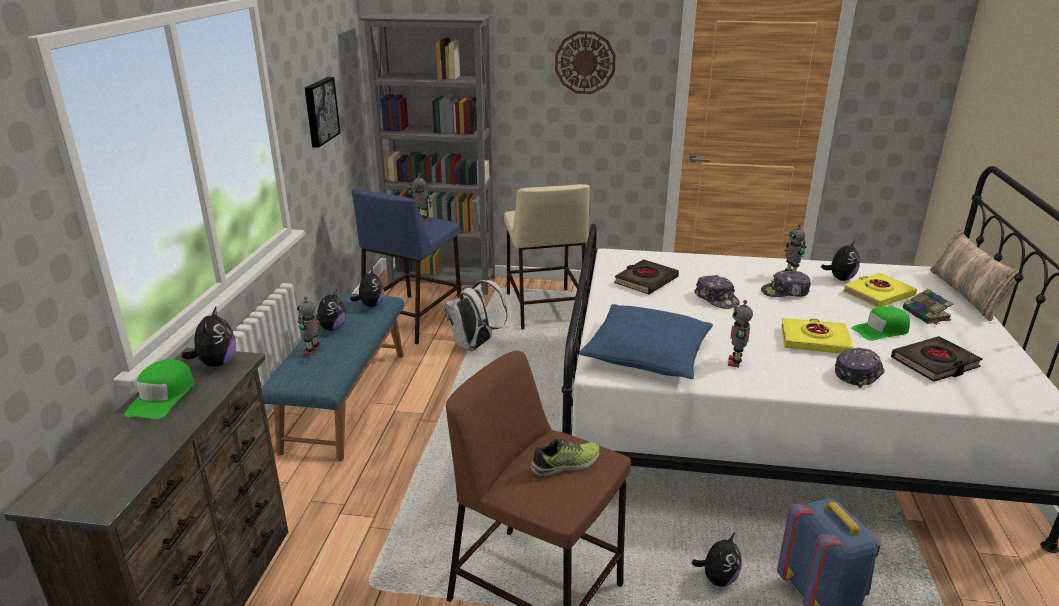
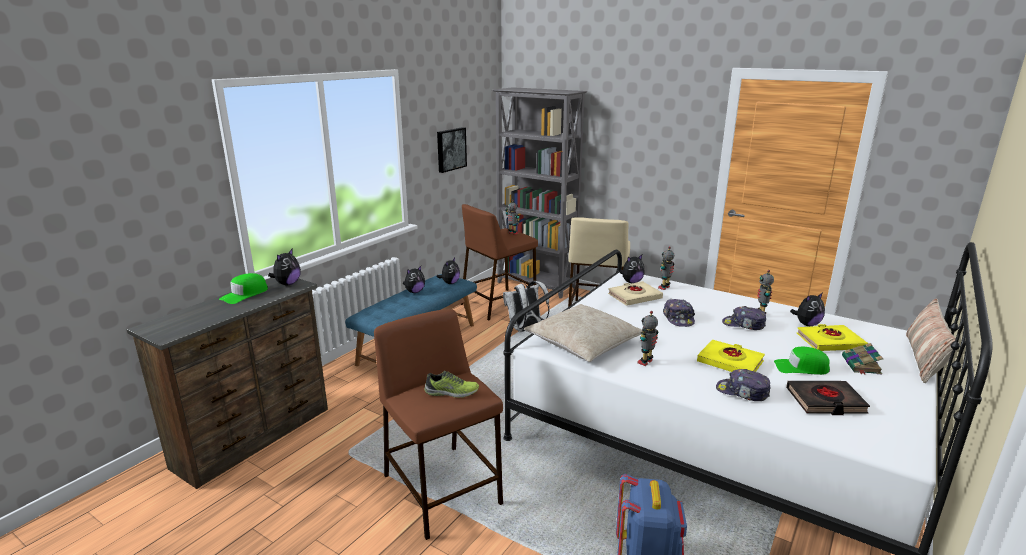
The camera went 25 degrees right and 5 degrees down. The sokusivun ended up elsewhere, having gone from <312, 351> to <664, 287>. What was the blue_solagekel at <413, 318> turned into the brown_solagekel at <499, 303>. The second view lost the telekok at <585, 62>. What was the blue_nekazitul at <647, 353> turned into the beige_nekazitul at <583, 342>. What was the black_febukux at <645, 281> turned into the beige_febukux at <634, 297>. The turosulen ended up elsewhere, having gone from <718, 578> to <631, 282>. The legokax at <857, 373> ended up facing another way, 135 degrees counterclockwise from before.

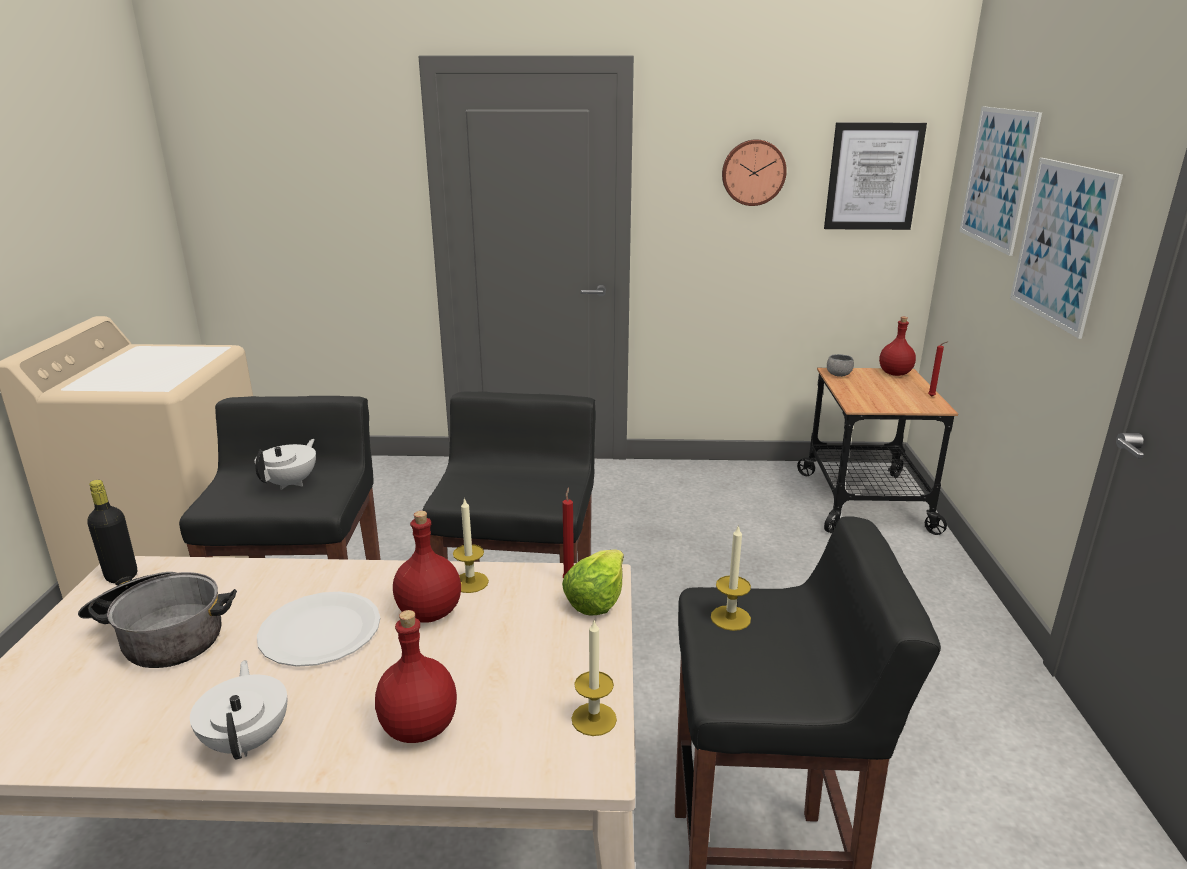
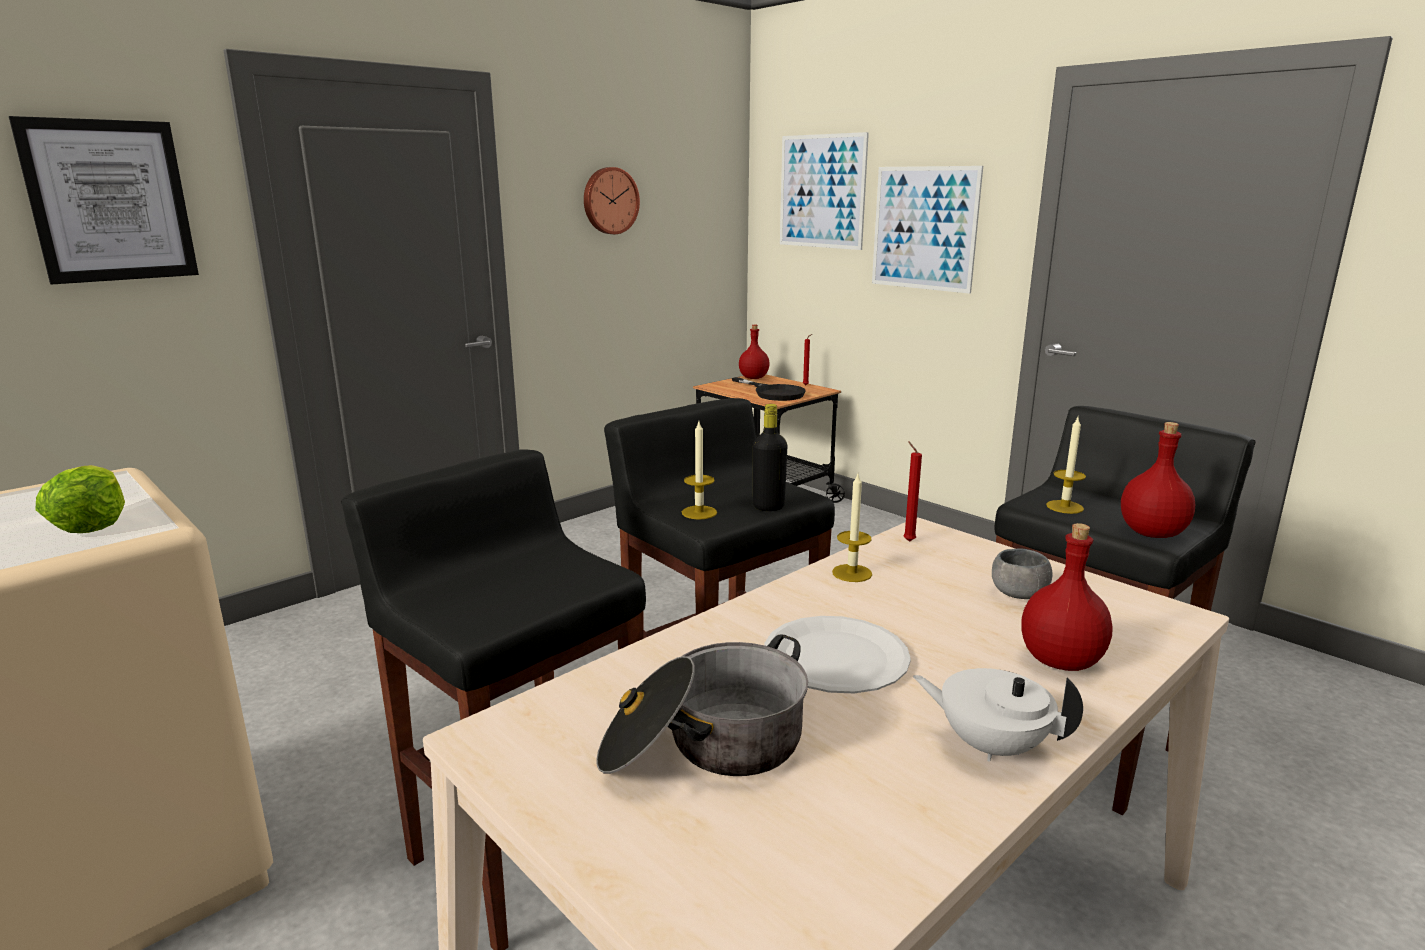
The camera went 45 degrees left and 5 degrees down. The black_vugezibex ended up elsewhere, having gone from <121, 576> to <768, 507>. The second view lost the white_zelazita at <291, 483>. The red_vugezibex ended up elsewhere, having gone from <431, 612> to <1152, 533>. The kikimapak ended up elsewhere, having gone from <596, 599> to <91, 523>. The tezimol ended up elsewhere, having gone from <594, 719> to <699, 512>. The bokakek ended up elsewhere, having gone from <873, 177> to <110, 201>. The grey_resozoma ended up elsewhere, having gone from <838, 375> to <1018, 594>. The second view gained the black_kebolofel at <773, 393>.

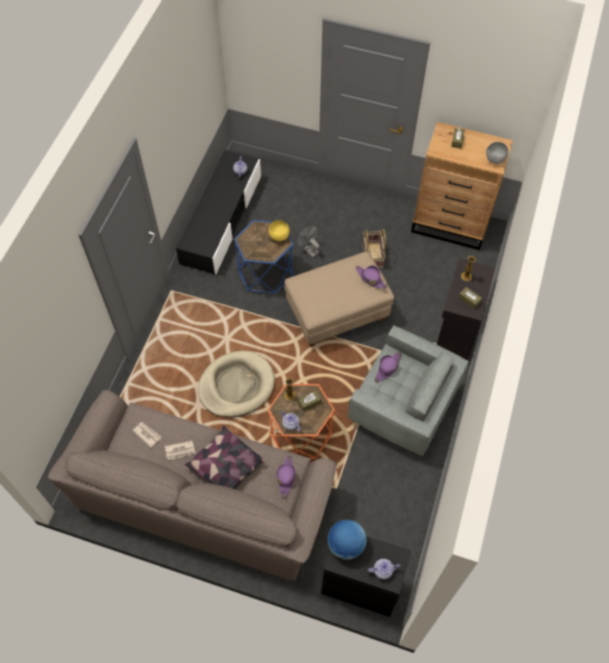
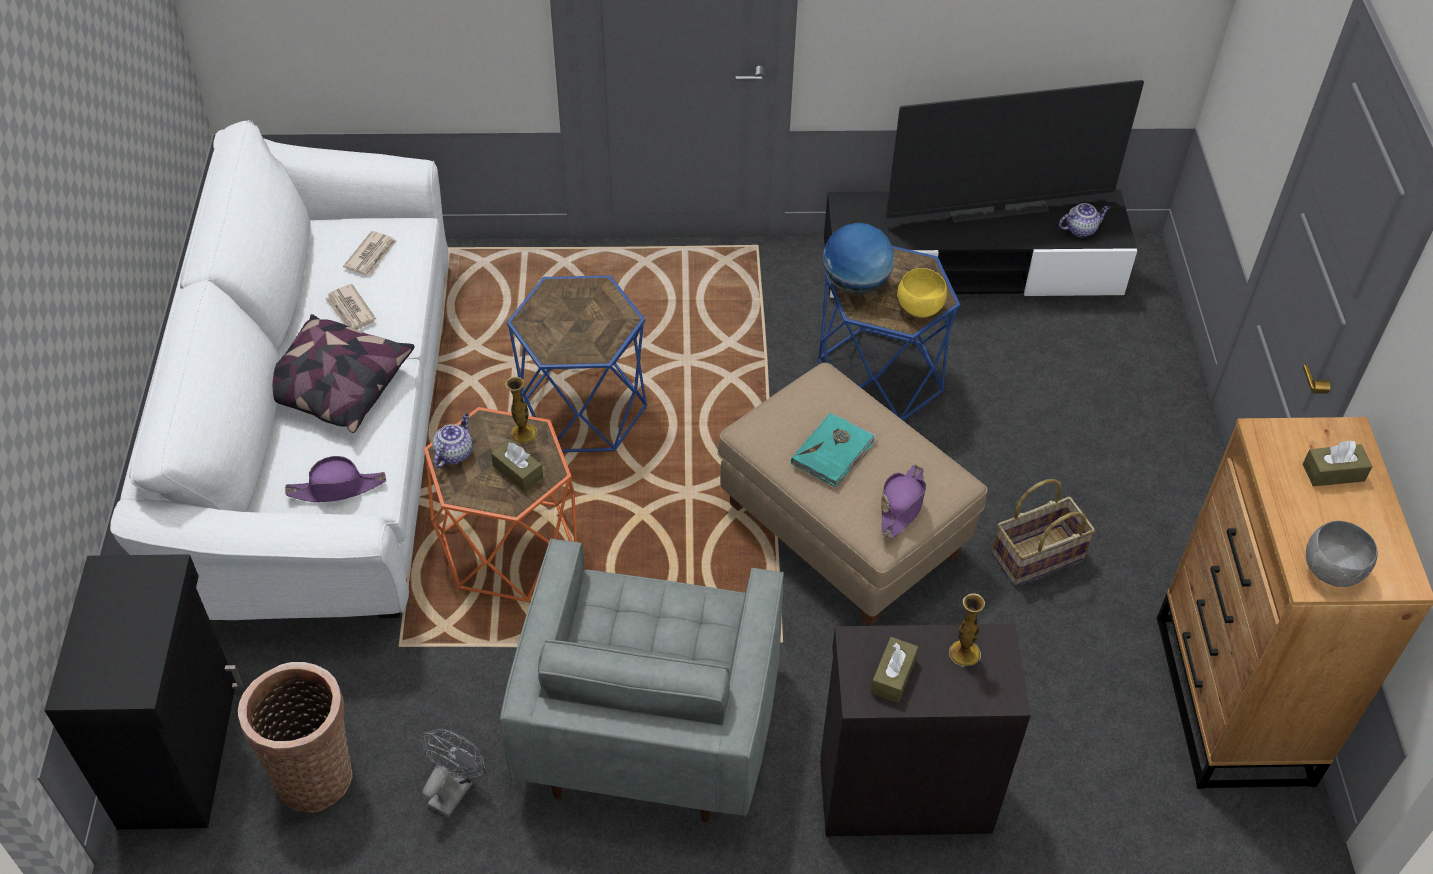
The camera went 70 degrees right and 10 degrees down. What was the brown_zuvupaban at <203, 495> turned into the white_zuvupaban at <323, 429>. Where the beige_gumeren stood at <236, 386>, the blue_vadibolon came to stand at <583, 408>. The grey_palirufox ended up elsewhere, having gone from <309, 249> to <454, 788>. The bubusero ended up elsewhere, having gone from <346, 545> to <855, 284>. The second view lost the zelazita at <383, 570>. The second view lost the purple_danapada at <387, 368>. The second view gained the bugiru at <315, 772>. The second view gained the turquoise_febukux at <834, 452>. The second view gained the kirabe at <998, 211>.

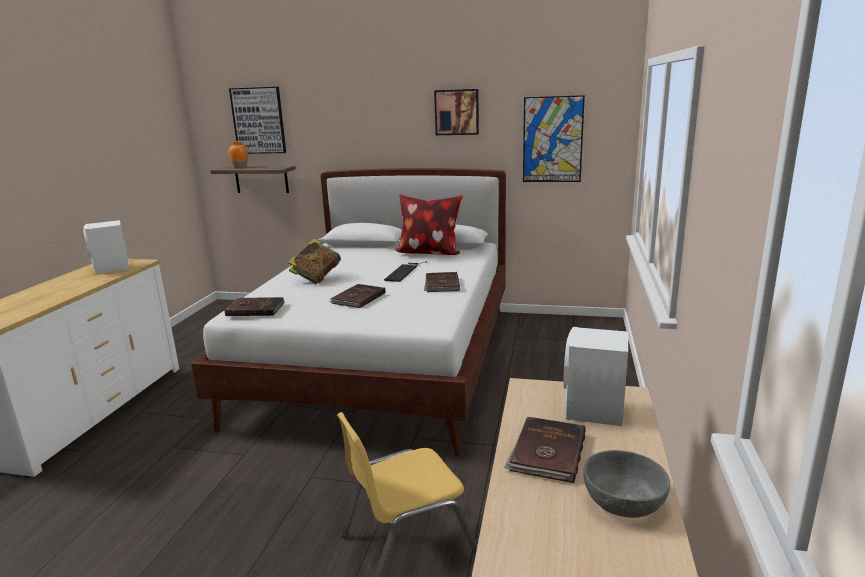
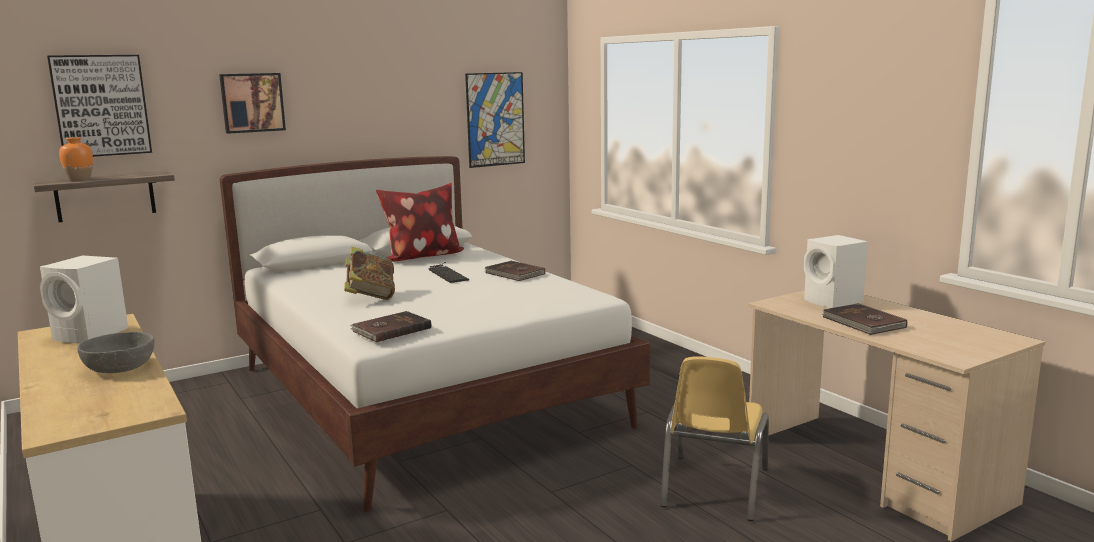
The camera went 45 degrees left and 5 degrees down. The second view lost the brown_febukux at <357, 298>. The bokakek ended up elsewhere, having gone from <457, 112> to <252, 102>. The grey_resozoma ended up elsewhere, having gone from <623, 500> to <120, 367>.

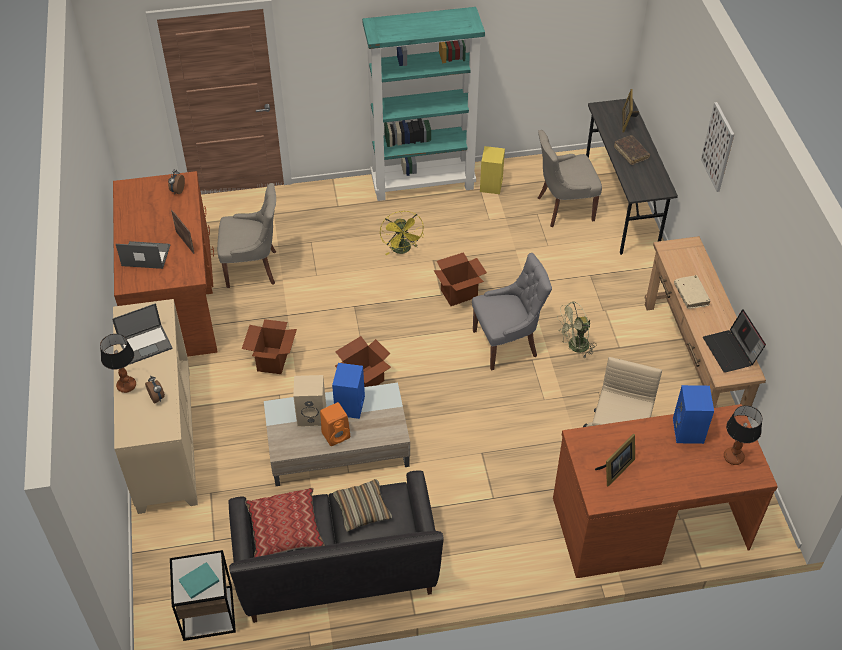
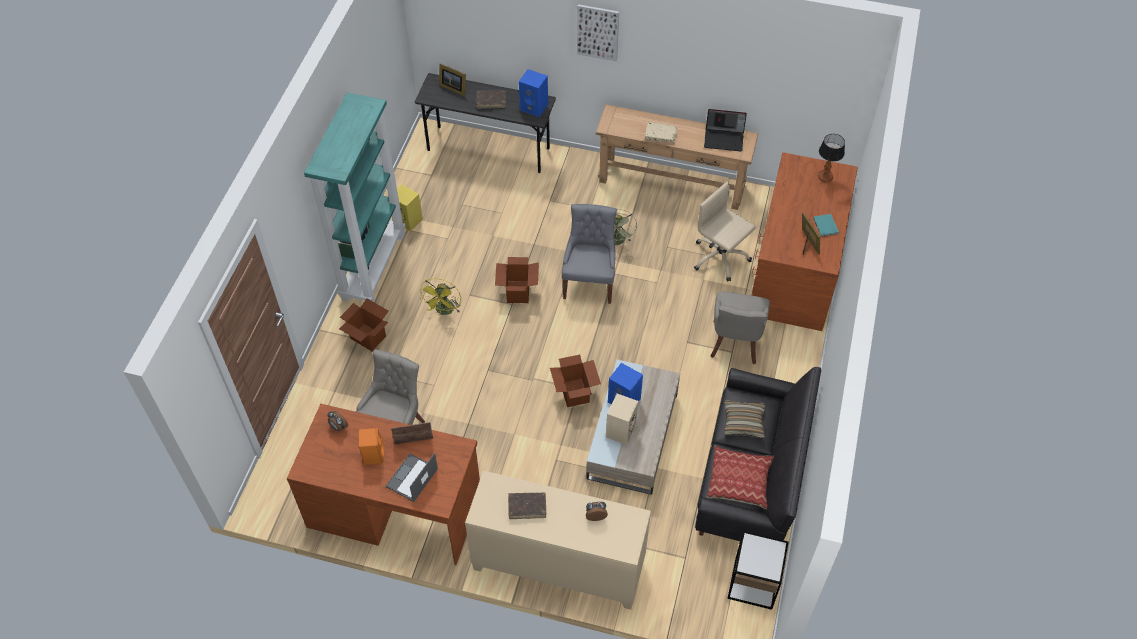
The camera went 65 degrees left and 5 degrees up. The second view lost the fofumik at <126, 386>. Where the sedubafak stood at <146, 344>, the brown_febukux came to stand at <527, 507>. The turquoise_febukux ended up elsewhere, having gone from <198, 581> to <825, 226>. The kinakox ended up elsewhere, having gone from <272, 360> to <368, 337>. The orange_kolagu ended up elsewhere, having gone from <336, 434> to <373, 454>. The yellow_palirufox at <402, 250> ended up facing another way, 90 degrees clockwise from before. The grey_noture ended up elsewhere, having gone from <563, 208> to <735, 343>. The blue_kolagu ended up elsewhere, having gone from <689, 431> to <535, 107>.

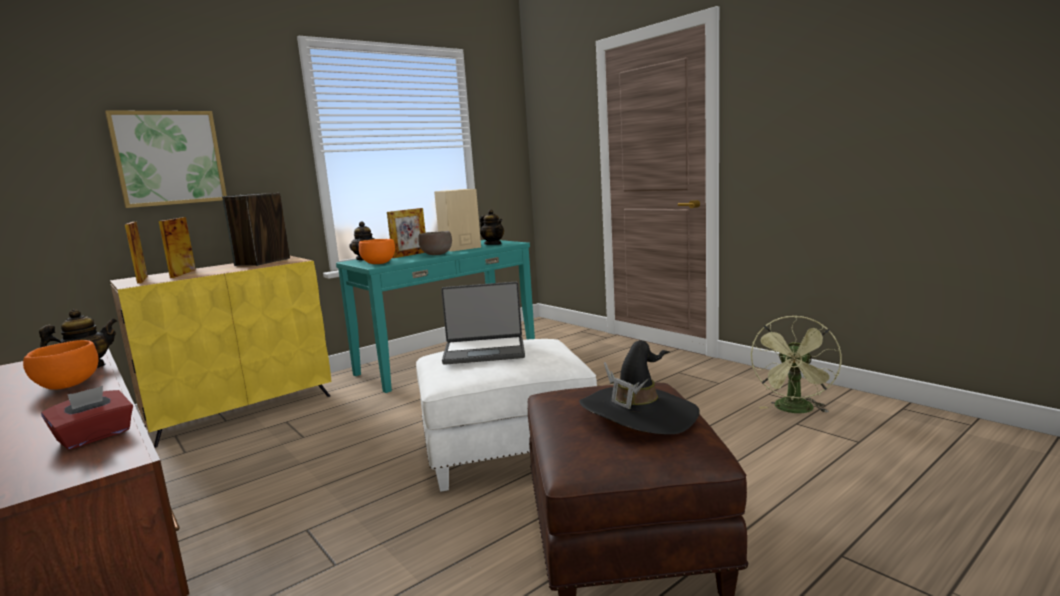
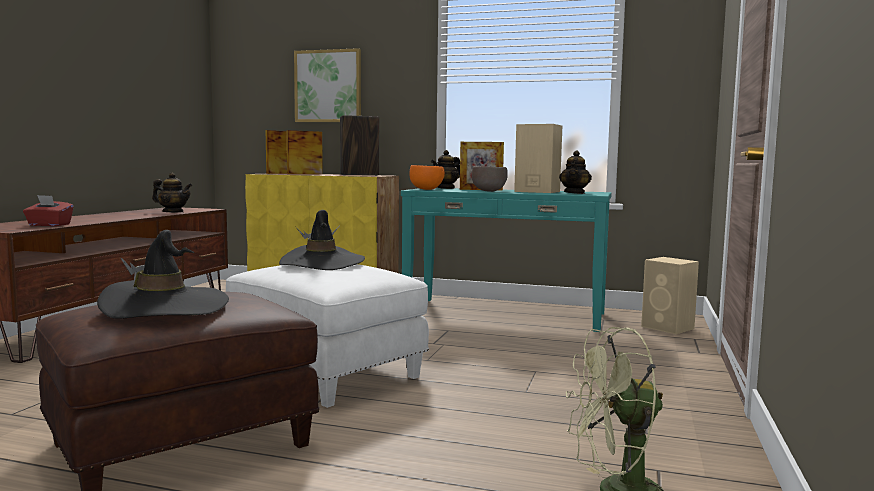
The camera went 55 degrees right and 5 degrees down. The second view lost the orange_resozoma at <68, 385>. Where the sedubafak stood at <484, 351>, the black_danapada came to stand at <322, 263>. The second view gained the beige_kolagu at <668, 328>.

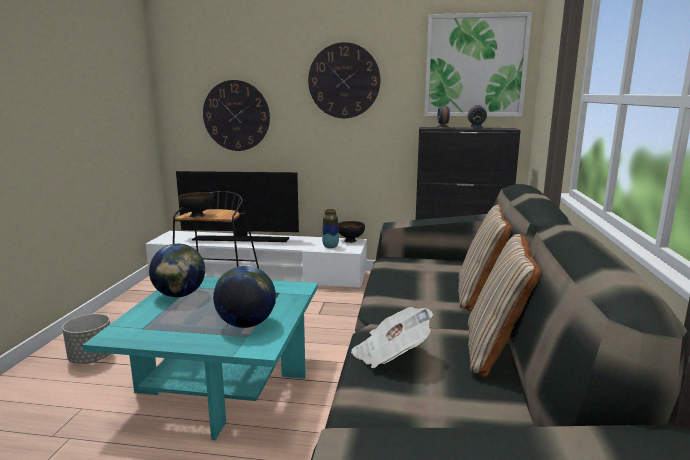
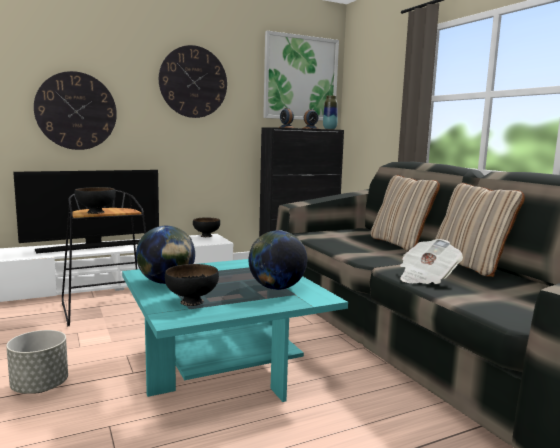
The camera went 35 degrees left and 5 degrees down. The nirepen ended up elsewhere, having gone from <330, 246> to <329, 129>. The second view gained the black_resozoma at <192, 301>.

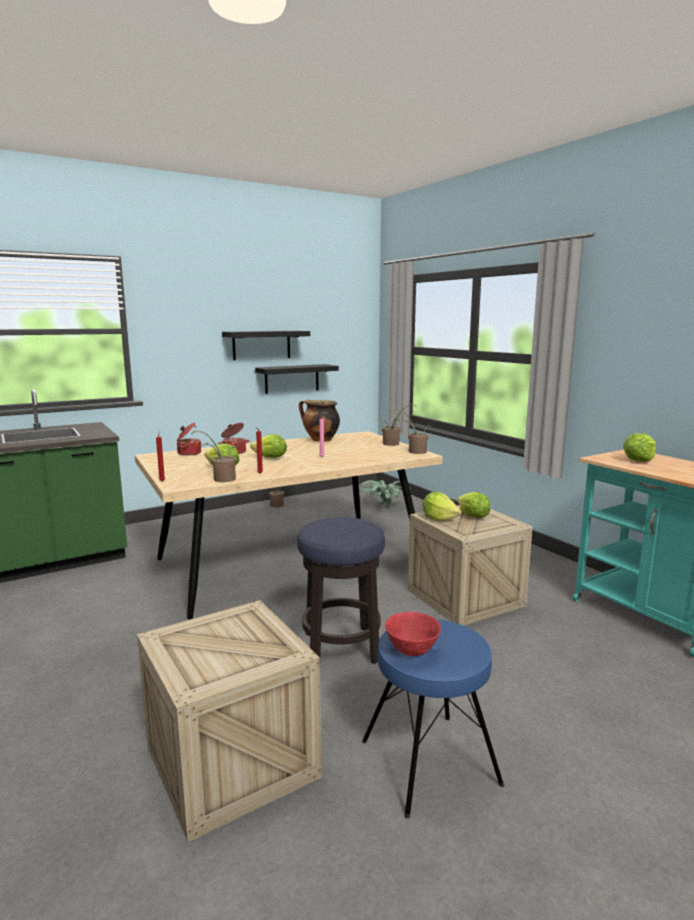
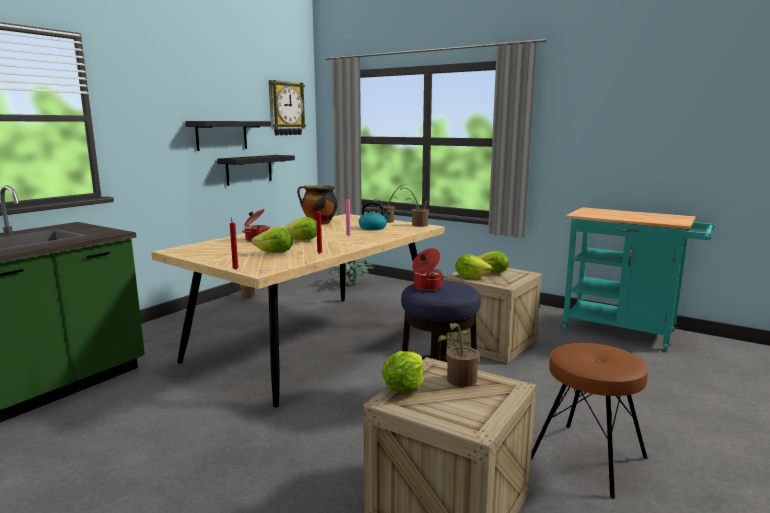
The camera went 25 degrees left and 0 degrees up. The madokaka ended up elsewhere, having gone from <188, 453> to <426, 287>. The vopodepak ended up elsewhere, having gone from <221, 479> to <459, 381>. What was the blue_solagekel at <429, 763> turned into the brown_solagekel at <588, 458>. The second view lost the red_resozoma at <412, 651>. The kikimapak ended up elsewhere, having gone from <638, 460> to <404, 388>. The second view gained the telekok at <285, 108>. The second view gained the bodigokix at <373, 228>.

